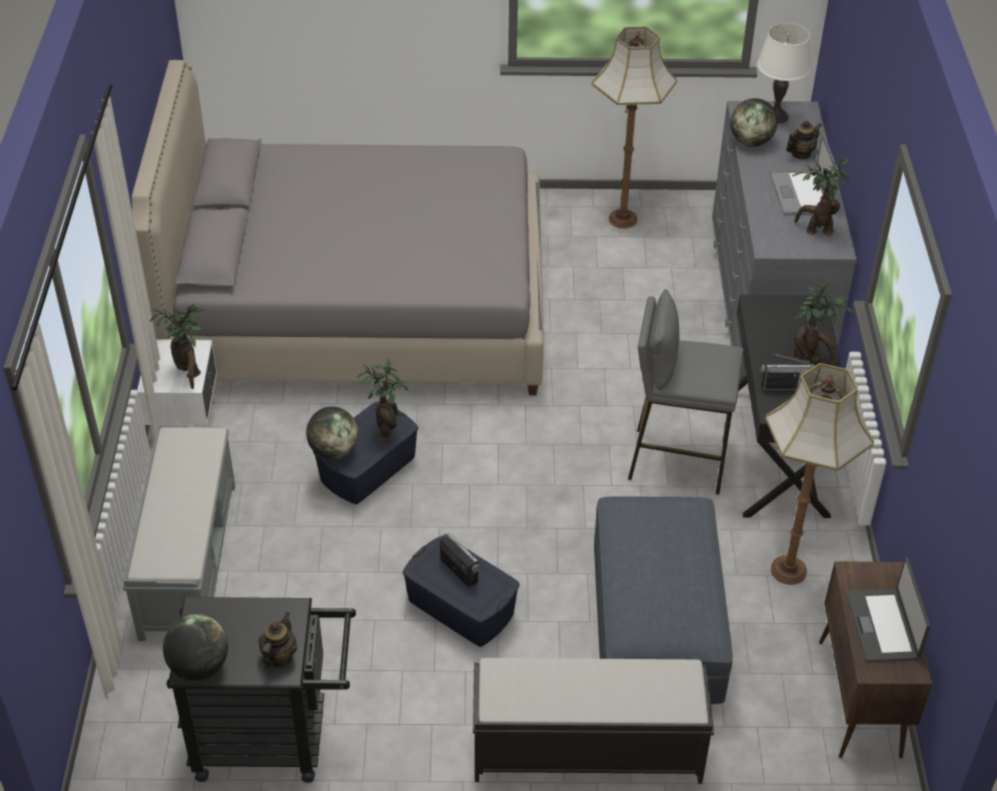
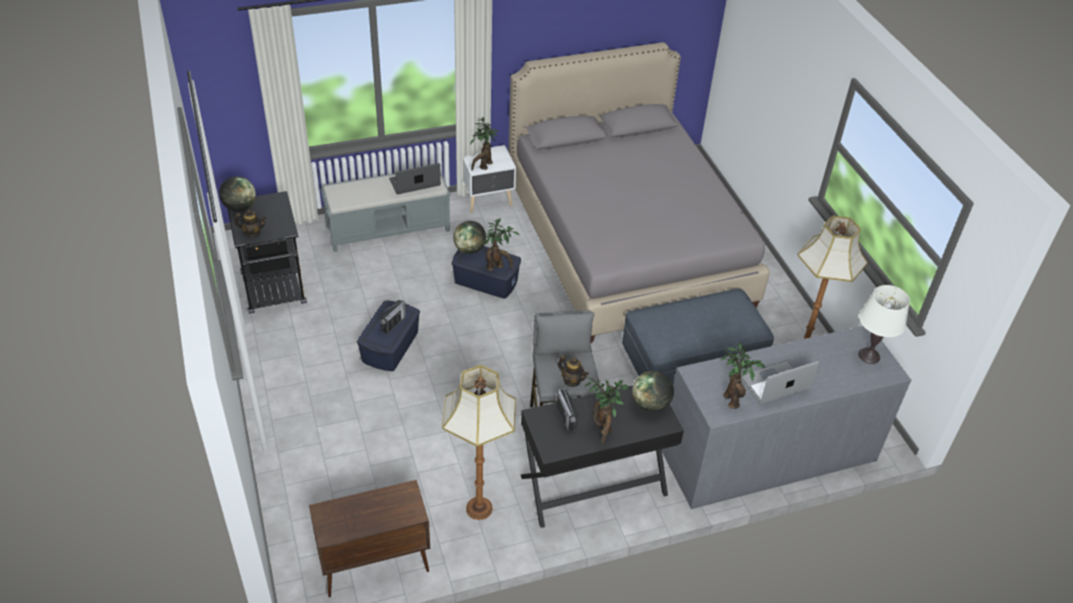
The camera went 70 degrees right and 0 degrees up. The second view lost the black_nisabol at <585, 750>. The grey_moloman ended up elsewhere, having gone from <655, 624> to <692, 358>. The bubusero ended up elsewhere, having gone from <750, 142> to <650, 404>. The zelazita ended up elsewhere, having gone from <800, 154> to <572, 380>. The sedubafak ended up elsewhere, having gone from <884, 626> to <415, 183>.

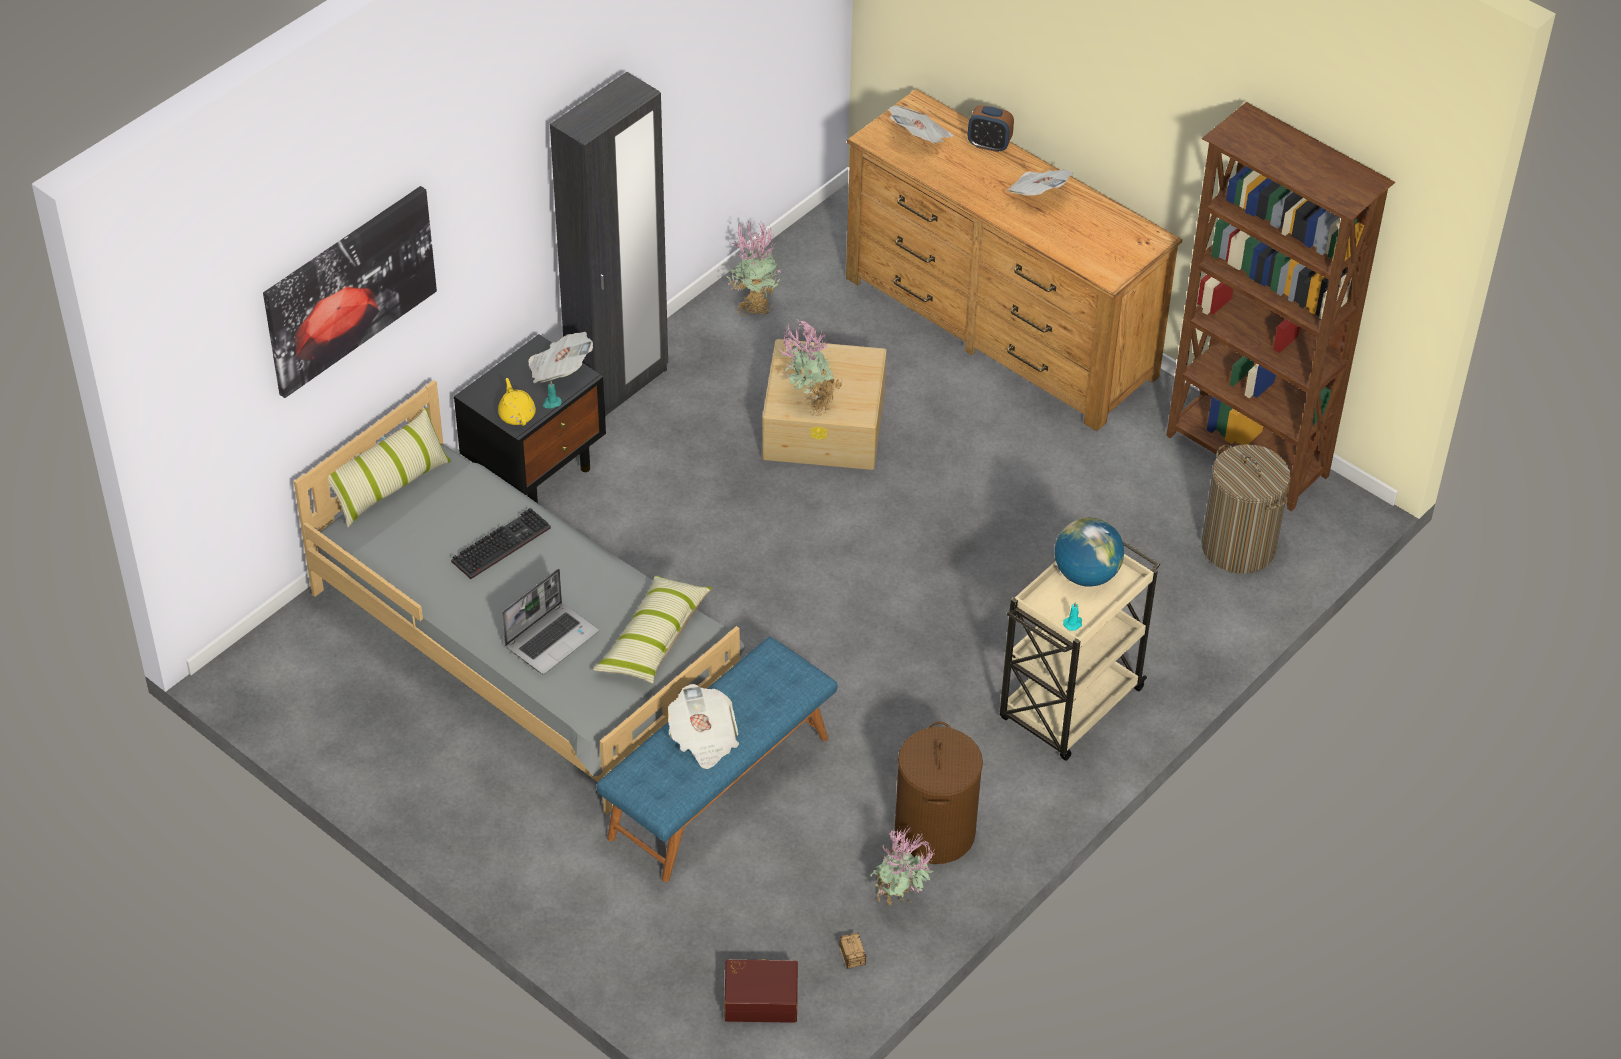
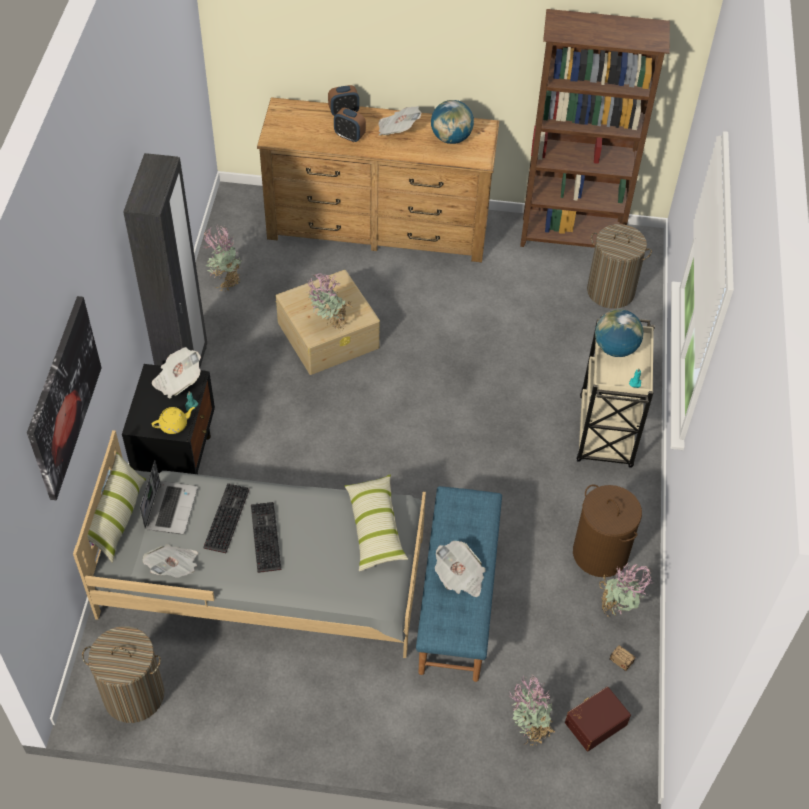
The camera went 35 degrees left and 5 degrees up. The yellow_zelazita at <516, 414> ended up facing another way, 120 degrees clockwise from before. The sedubafak ended up elsewhere, having gone from <552, 638> to <170, 508>. The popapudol ended up elsewhere, having gone from <920, 138> to <174, 567>. The second view gained the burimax at <133, 695>. The second view gained the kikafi at <264, 536>. The second view gained the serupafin at <349, 136>. The second view gained the bubusero at <451, 138>. The second view gained the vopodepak at <529, 728>.

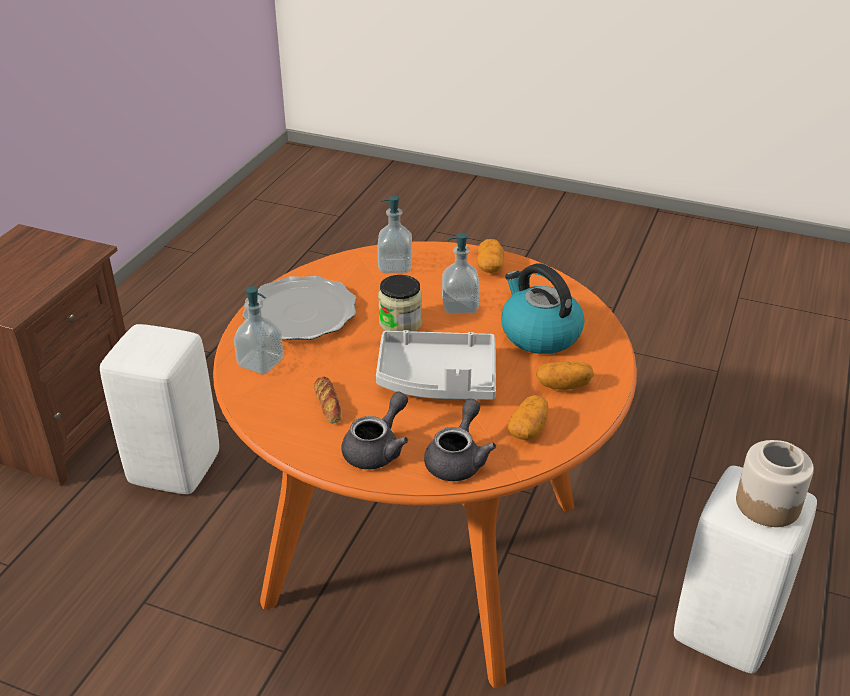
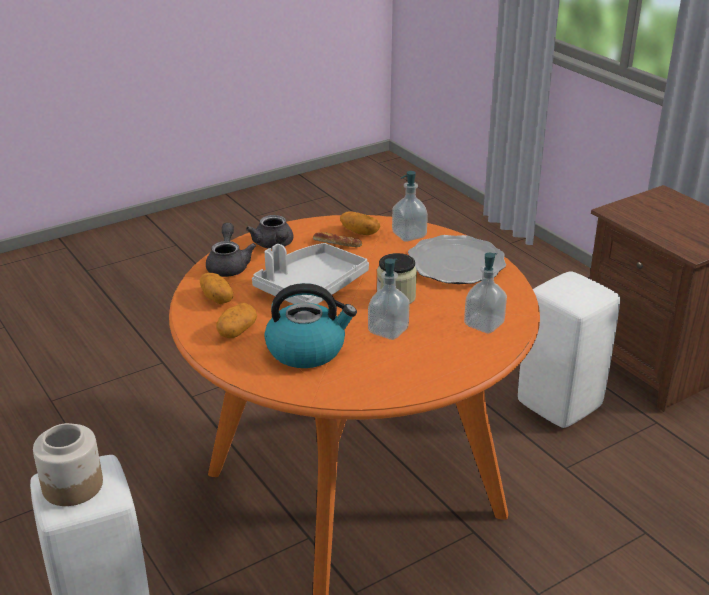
The camera went 125 degrees right and 5 degrees down. The grey_zelazita at <458, 459> ended up facing another way, 150 degrees counterclockwise from before. The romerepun ended up elsewhere, having gone from <489, 266> to <360, 232>.

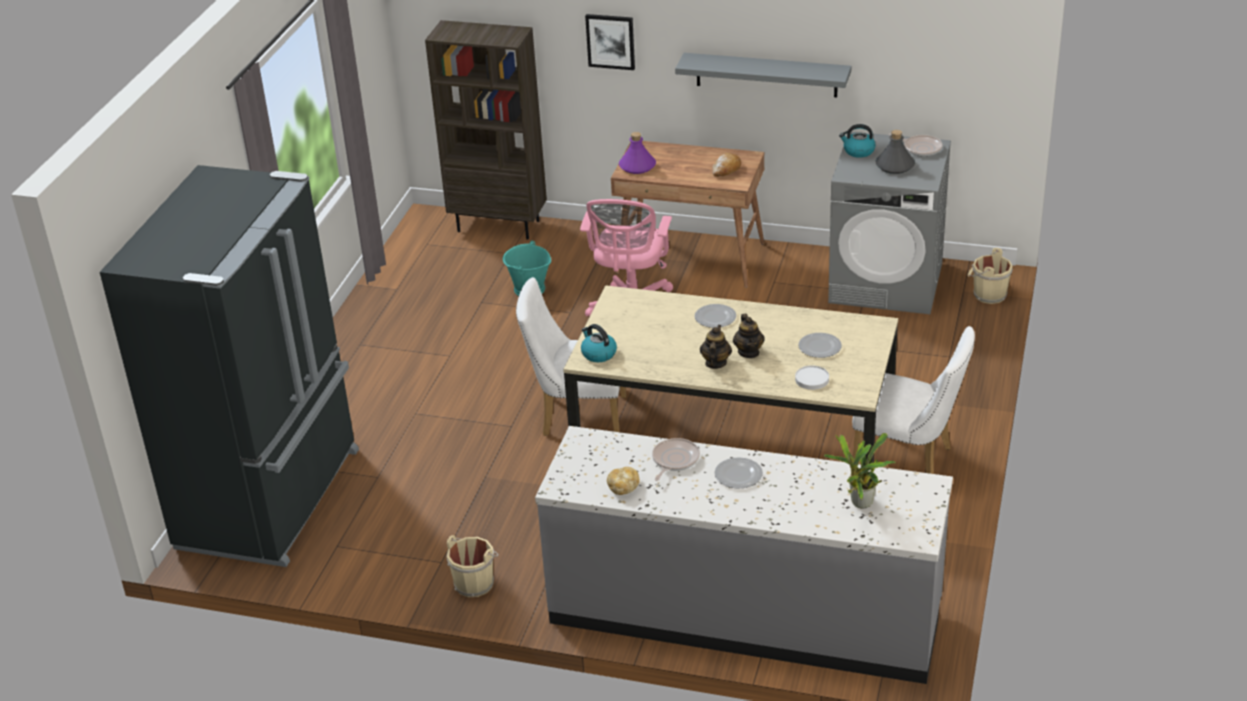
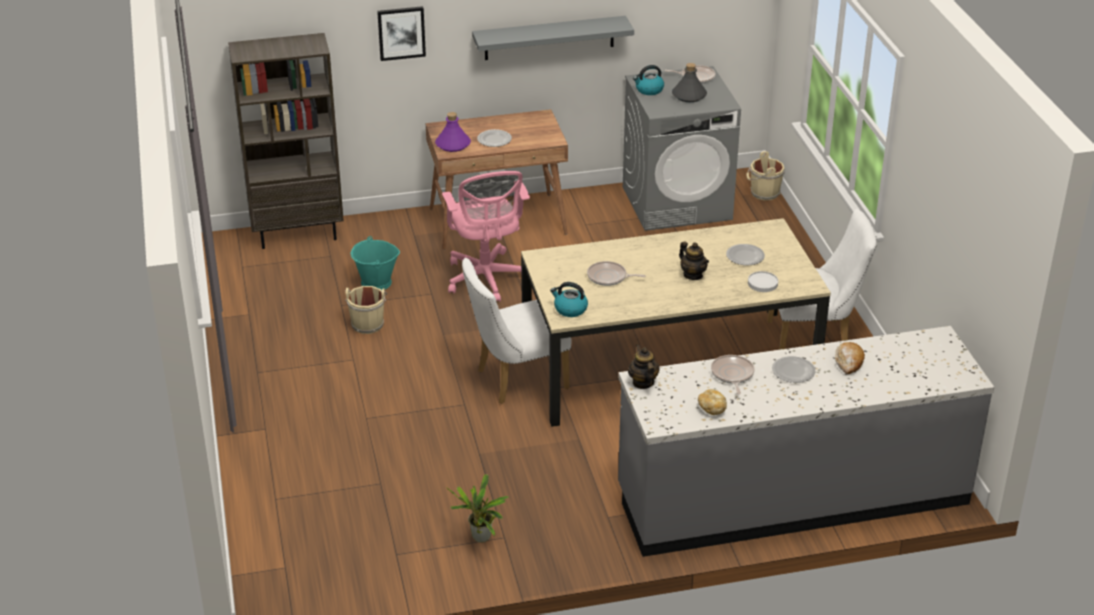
The camera went 30 degrees left and 0 degrees up. The second view lost the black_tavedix at <272, 498>. The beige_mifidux ended up elsewhere, having gone from <475, 582> to <367, 323>. The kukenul ended up elsewhere, having gone from <715, 317> to <494, 139>. The zelazita ended up elsewhere, having gone from <715, 363> to <643, 382>. The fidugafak ended up elsewhere, having gone from <726, 169> to <849, 362>. The vopodepak ended up elsewhere, having gone from <860, 505> to <481, 539>. The second view gained the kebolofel at <609, 277>.

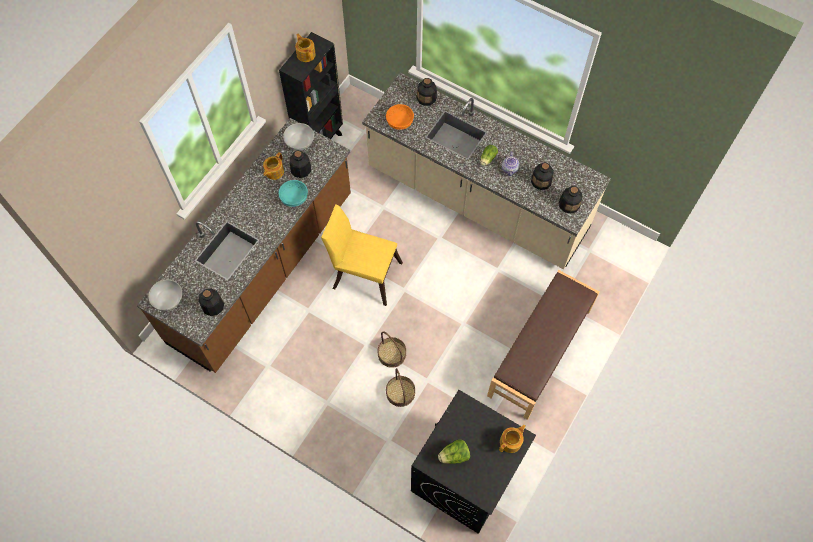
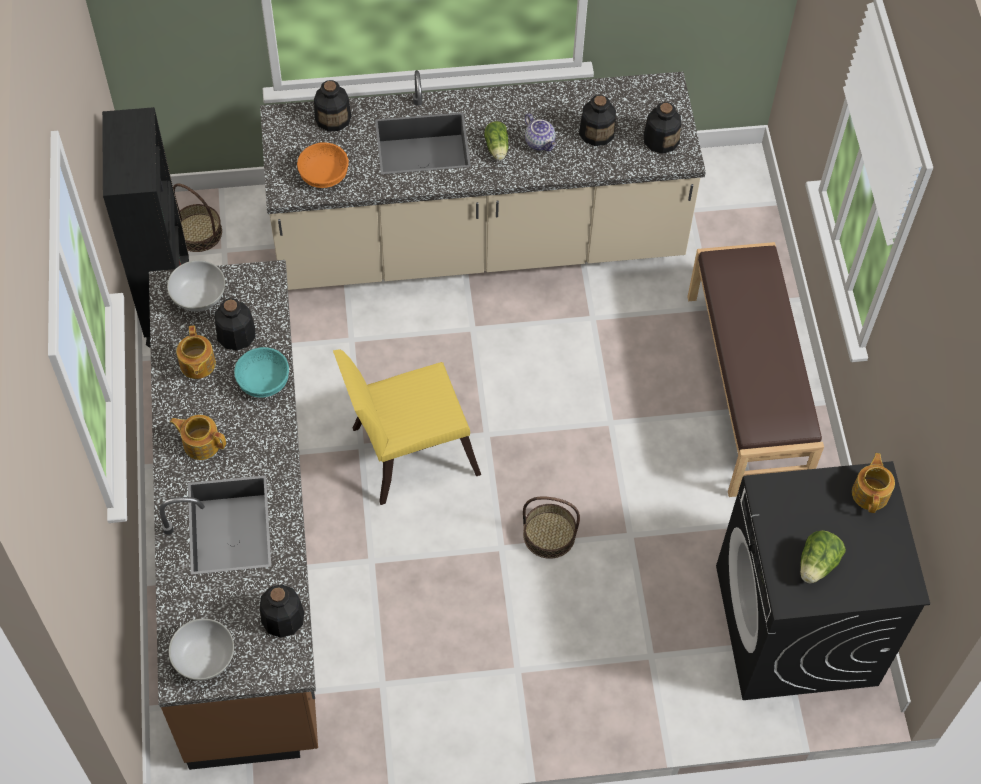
The camera went 40 degrees left and 5 degrees down. The zelazita ended up elsewhere, having gone from <306, 54> to <201, 443>. The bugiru ended up elsewhere, having gone from <400, 392> to <198, 233>.

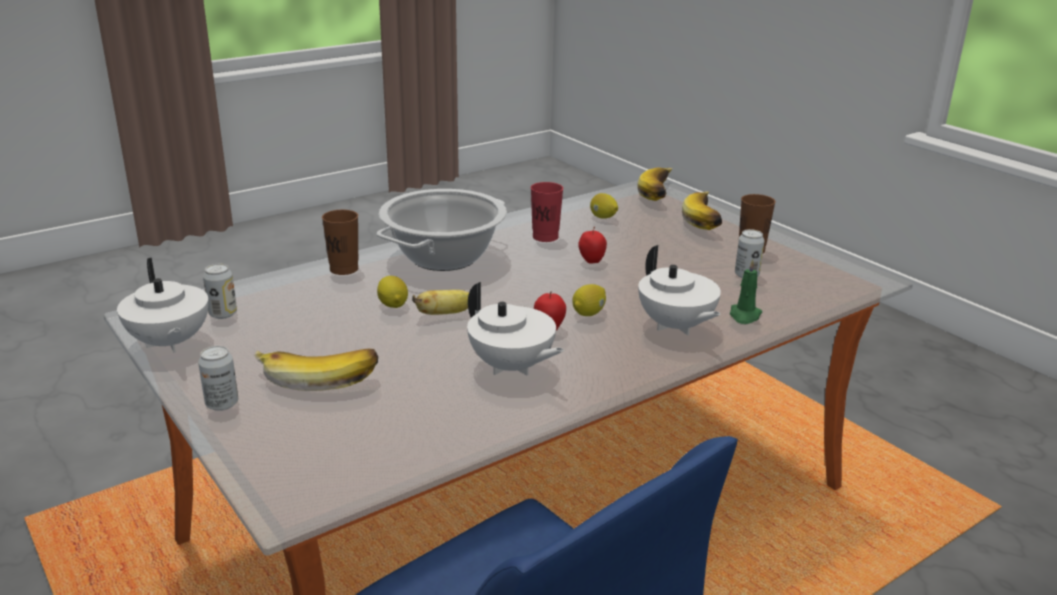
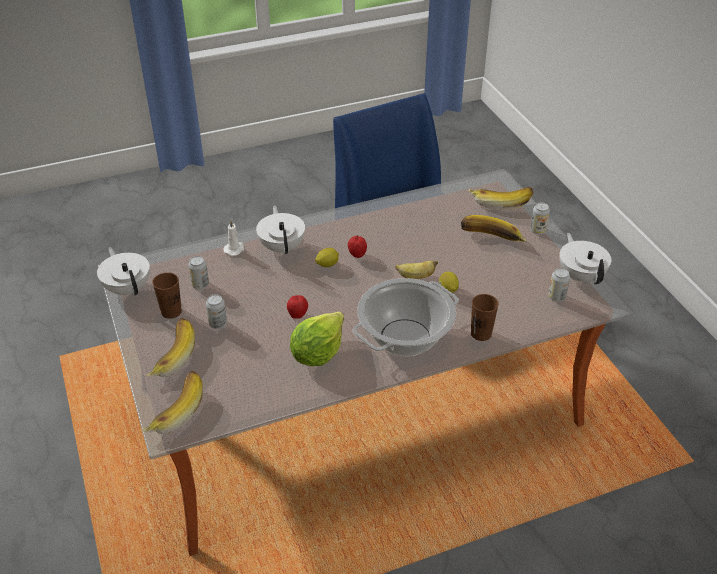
The camera went 165 degrees left and 15 degrees up. The white_zelazita ended up elsewhere, having gone from <511, 367> to <128, 288>. Where the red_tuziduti stood at <545, 237>, the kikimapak came to stand at <317, 353>. The second view lost the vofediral at <603, 217>. What was the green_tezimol at <744, 316> turned into the white_tezimol at <235, 249>. The second view gained the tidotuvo at <218, 324>. The second view gained the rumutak at <500, 201>.

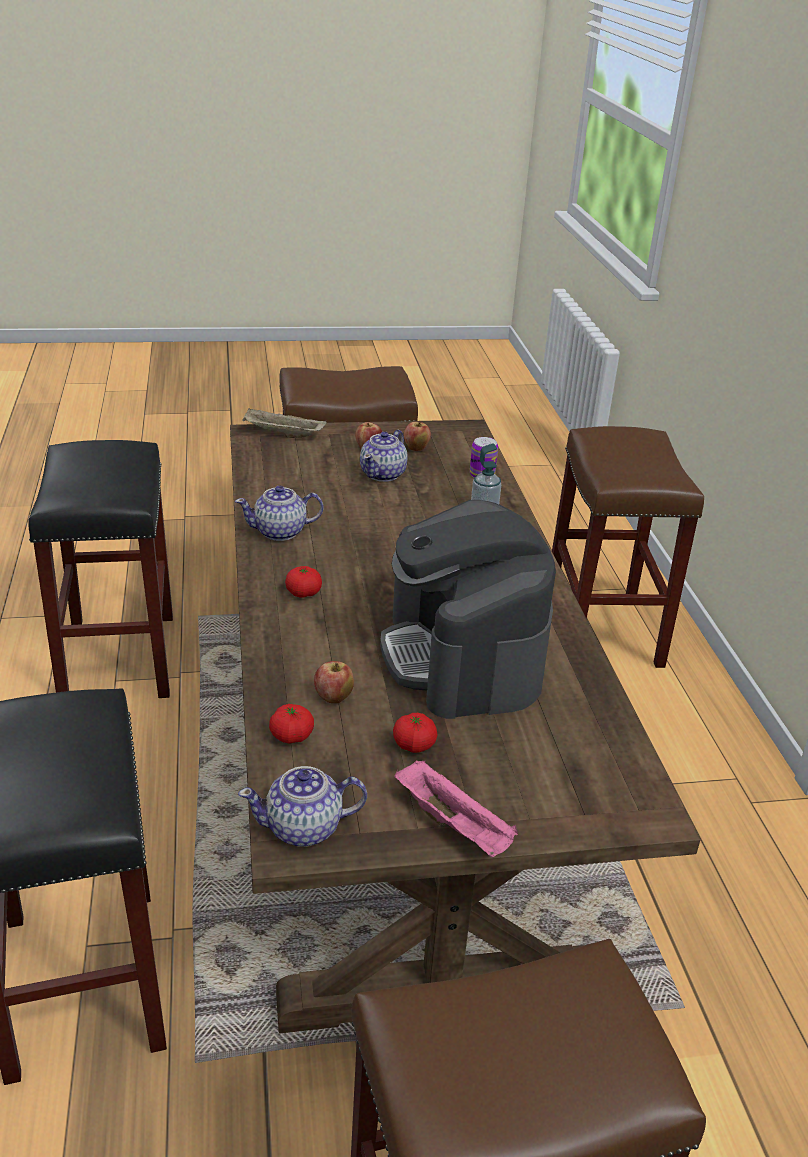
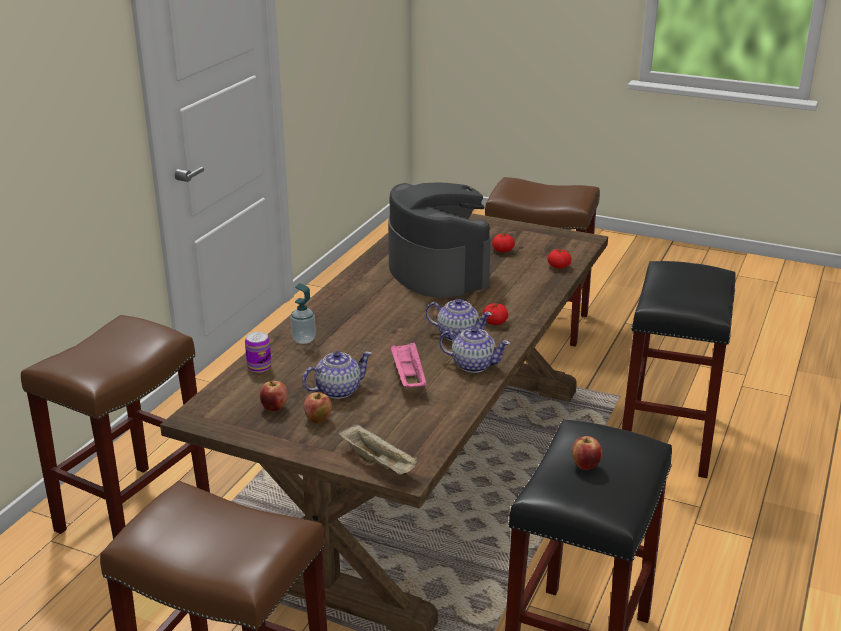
The camera went 145 degrees left and 5 degrees down. The zelazita ended up elsewhere, having gone from <304, 828> to <457, 335>. The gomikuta ended up elsewhere, having gone from <333, 698> to <585, 465>. The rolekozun at <463, 657> ended up facing another way, 45 degrees counterclockwise from before. The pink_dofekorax ended up elsewhere, having gone from <455, 825> to <408, 377>.

